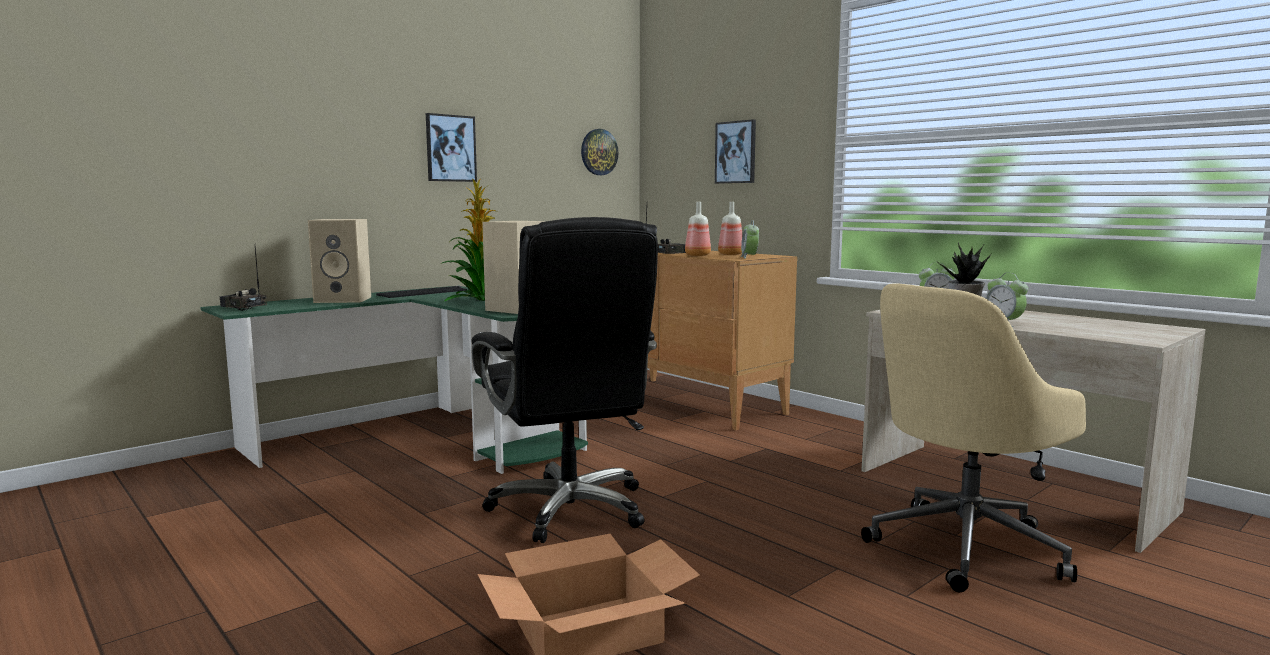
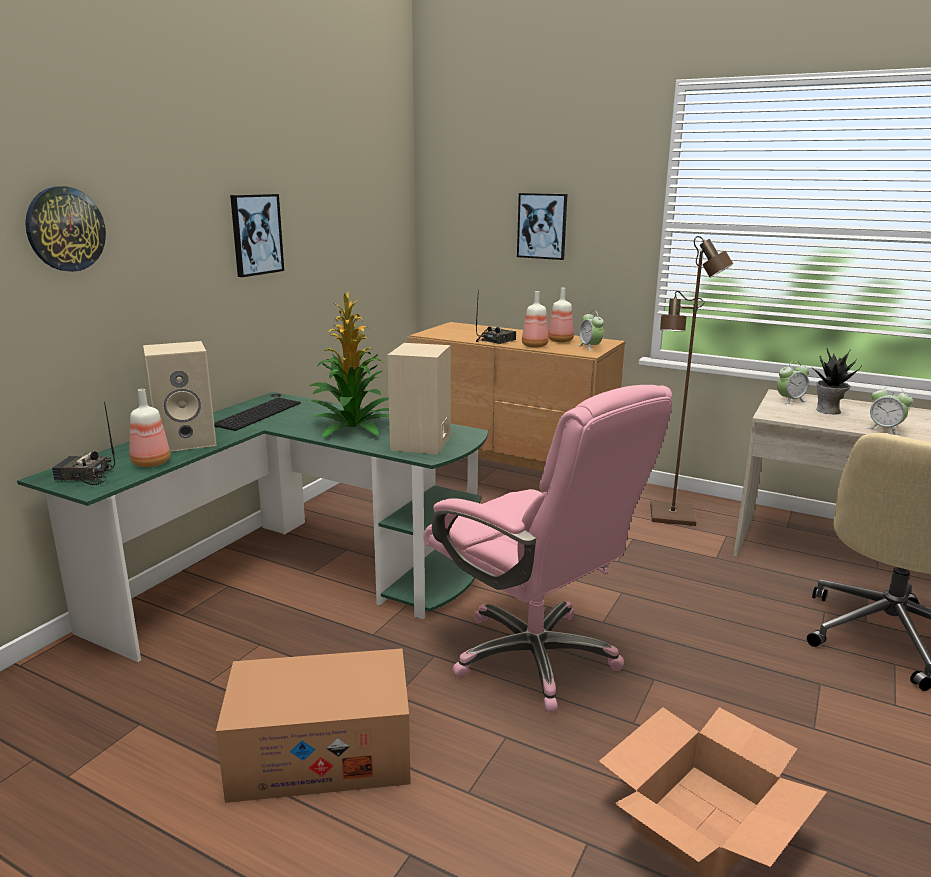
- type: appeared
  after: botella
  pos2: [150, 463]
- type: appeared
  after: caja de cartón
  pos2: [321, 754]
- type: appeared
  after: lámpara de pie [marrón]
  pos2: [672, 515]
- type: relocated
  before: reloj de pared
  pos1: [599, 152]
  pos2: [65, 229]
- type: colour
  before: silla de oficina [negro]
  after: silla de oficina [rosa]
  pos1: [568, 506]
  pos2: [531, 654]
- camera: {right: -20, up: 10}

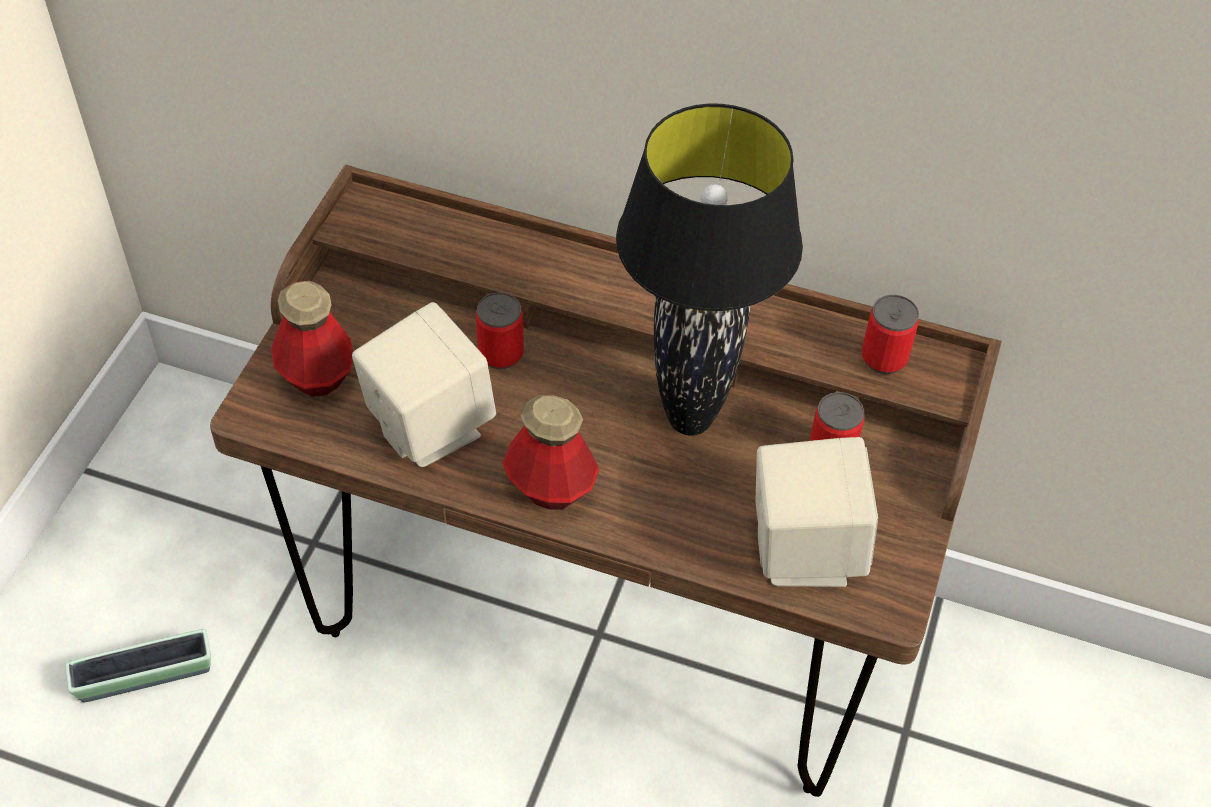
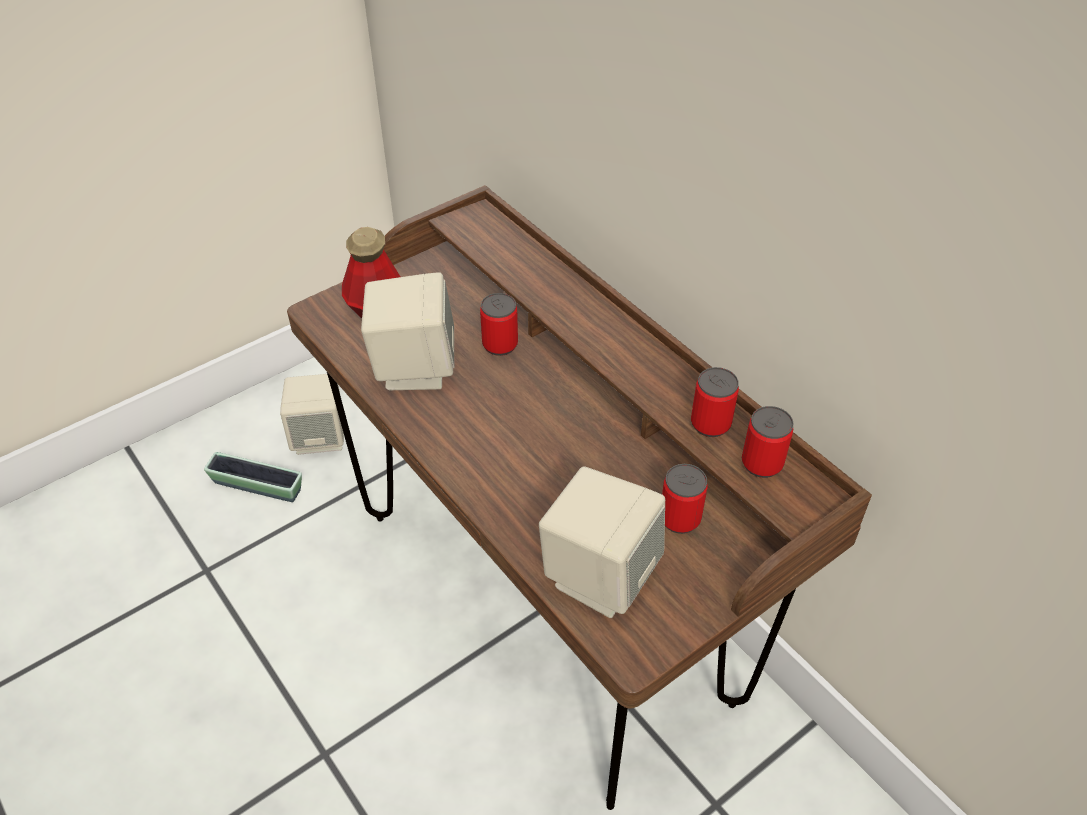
- type: missing
  before: botella
  pos1: [550, 487]
- type: missing
  before: lámpara de mesa [negro]
  pos1: [689, 421]
- type: appeared
  after: altavoz [beis]
  pos2: [320, 437]
- type: appeared
  after: lata
  pos2: [710, 423]
- camera: {right: 35, up: -5}

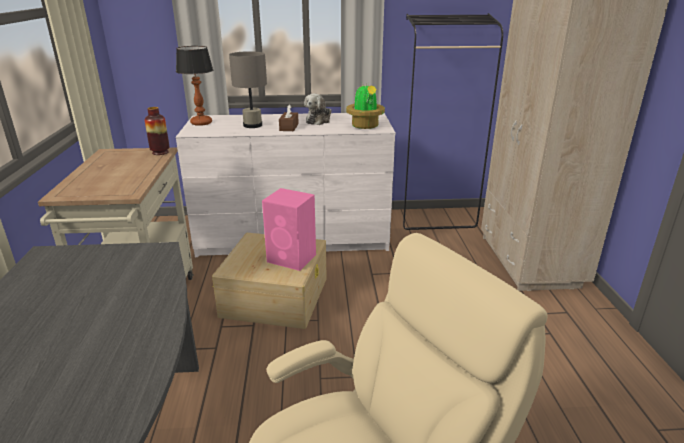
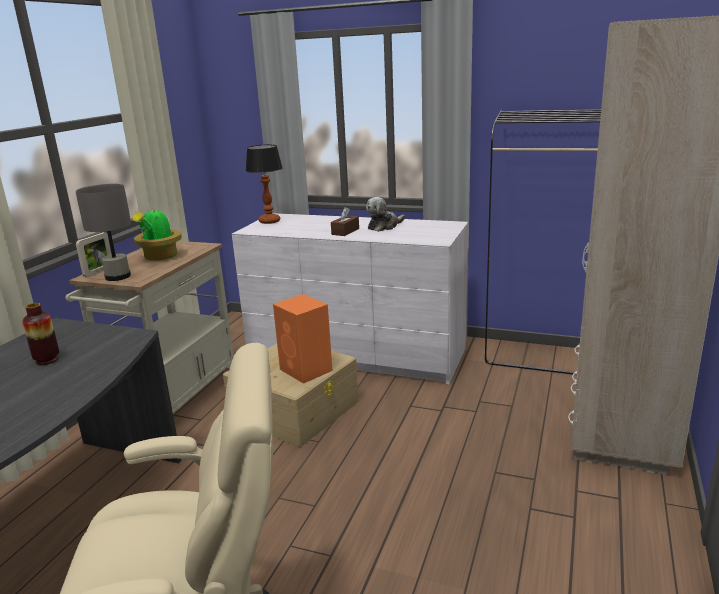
- type: appeared
  after: portarretratos
  pos2: [99, 272]
- type: relocated
  before: florero
  pos1: [160, 152]
  pos2: [47, 360]
- type: relocated
  before: lámpara de mesa [gris]
  pos1: [253, 125]
  pos2: [118, 277]
- type: relocated
  before: planta en maceta
  pos1: [365, 126]
  pos2: [160, 257]
- type: colour
  before: altavoz [rosa]
  after: altavoz [naranja]
  pos1: [292, 258]
  pos2: [306, 370]
- camera: {right: 25, up: -5}

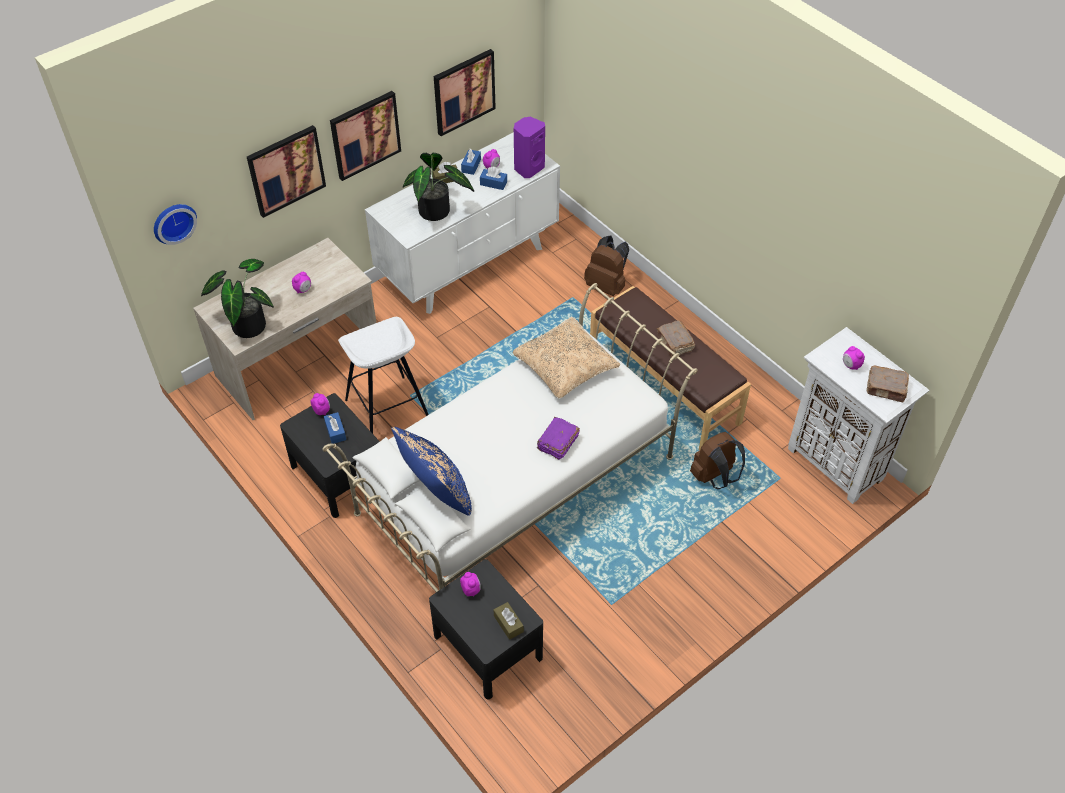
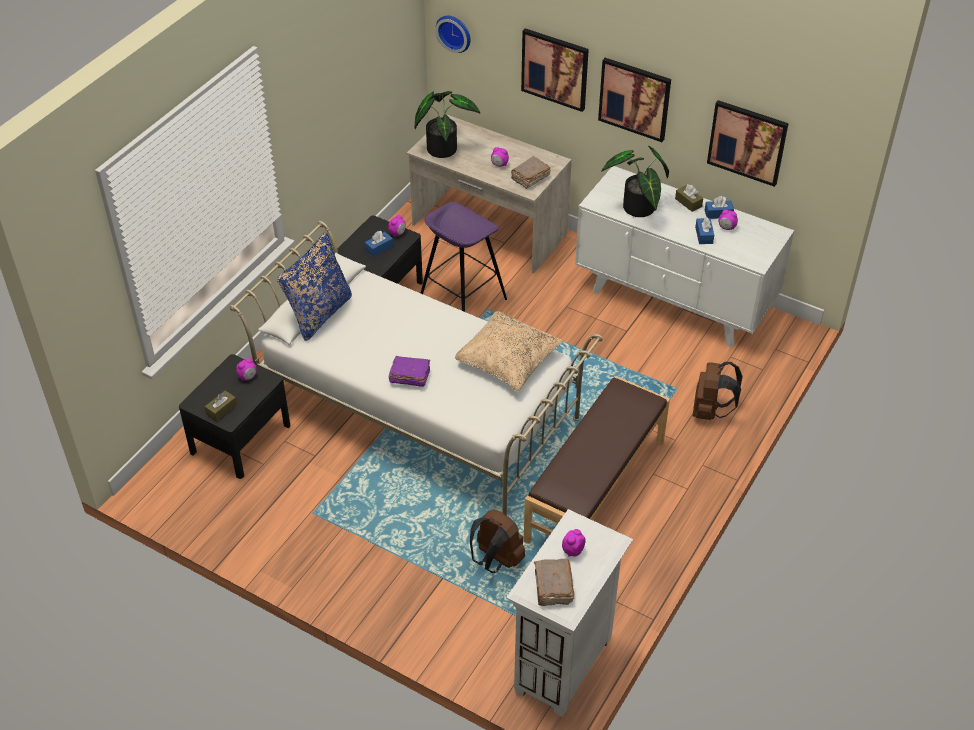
- type: missing
  before: altavoz [morado]
  pos1: [528, 168]
- type: relocated
  before: libro [marrón]
  pos1: [675, 343]
  pos2: [530, 178]
- type: colour
  before: taburete [blanco]
  after: taburete [morado]
  pos1: [387, 411]
  pos2: [462, 301]
- camera: {right: 70, up: -5}

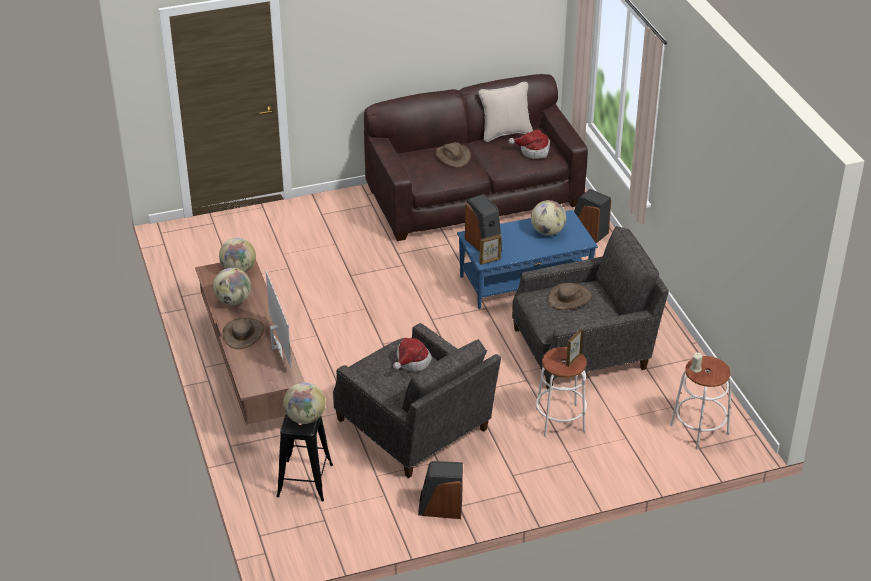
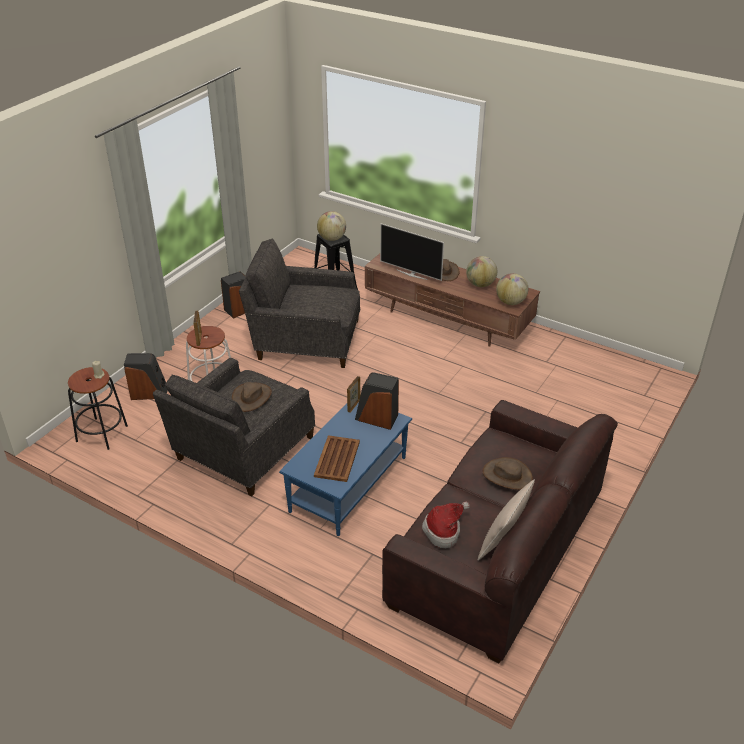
- type: missing
  before: sombrero
  pos1: [411, 362]
- type: relocated
  before: altavoz
  pos1: [588, 231]
  pos2: [149, 392]
- type: exchanged
  before: globo terráqueo
  after: bandeja [marrón]
  pos1: [547, 232]
  pos2: [337, 459]
- type: colour
  before: taburete [blanco]
  after: taburete [negro]
  pos1: [699, 429]
  pos2: [102, 433]
- camera: {right: 140, up: 0}

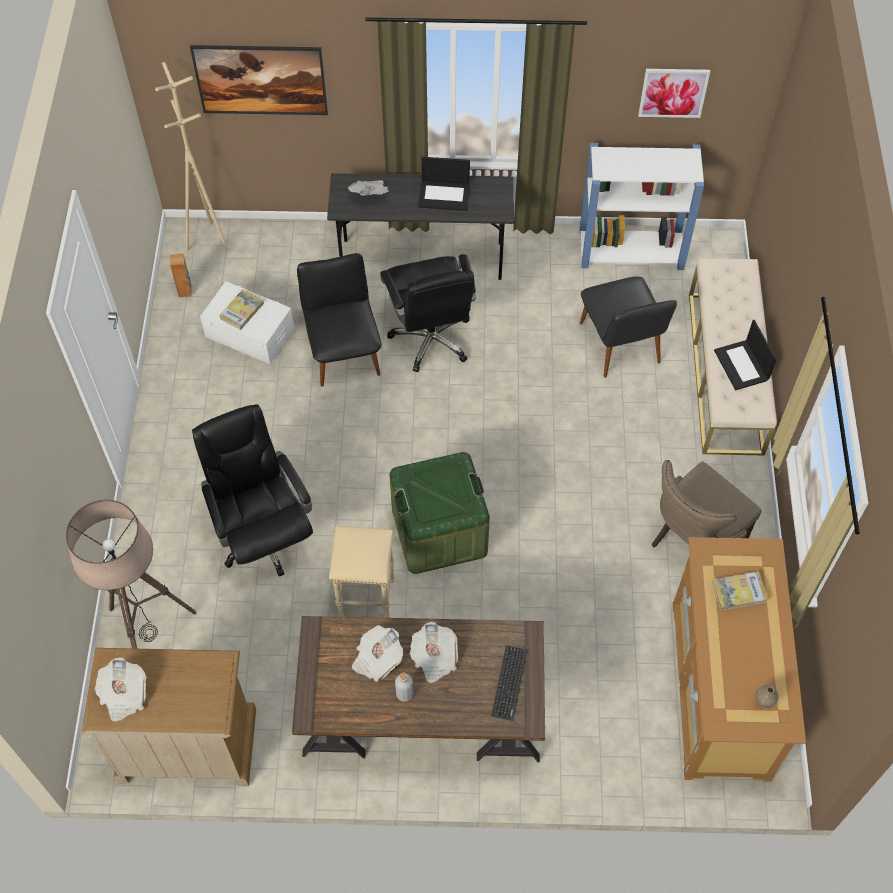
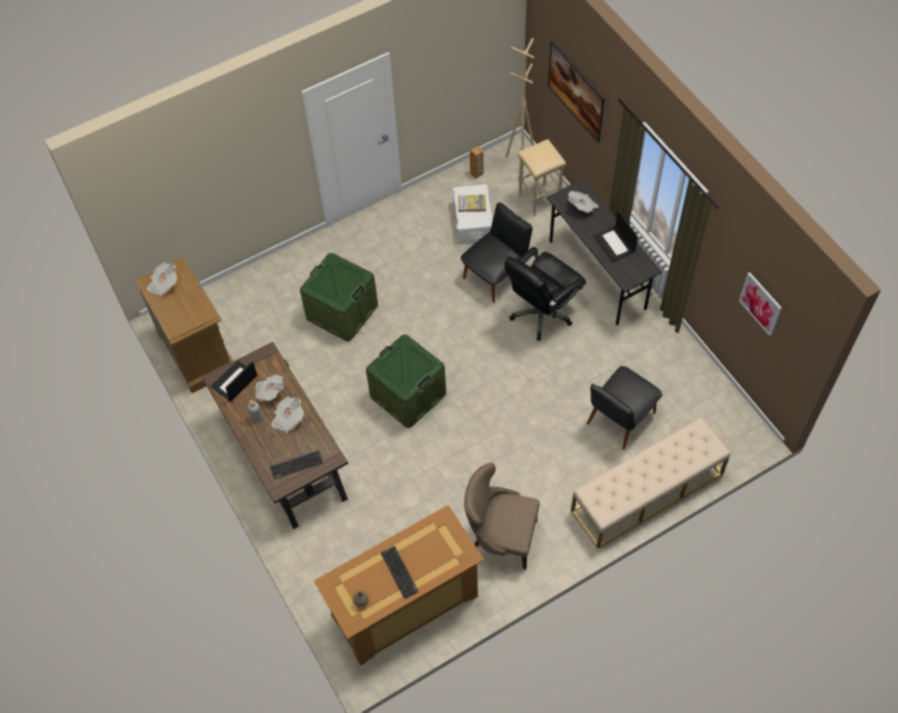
- type: missing
  before: lámpara de pie
  pos1: [149, 633]
- type: missing
  before: estantería [blanco]
  pos1: [632, 249]
- type: missing
  before: libro
  pos1: [739, 592]
- type: appeared
  after: teclado
  pos2: [399, 572]
- type: relocated
  before: taburete [beis]
  pos1: [368, 598]
  pos2: [540, 199]
- type: relocated
  before: portátil
  pos1: [742, 365]
  pos2: [234, 382]
- type: exchanged
  before: silla de oficina [negro]
  after: caja de almacenaje [verde]
  pos1: [264, 539]
  pos2: [342, 311]
- camera: {right: 60, up: 0}

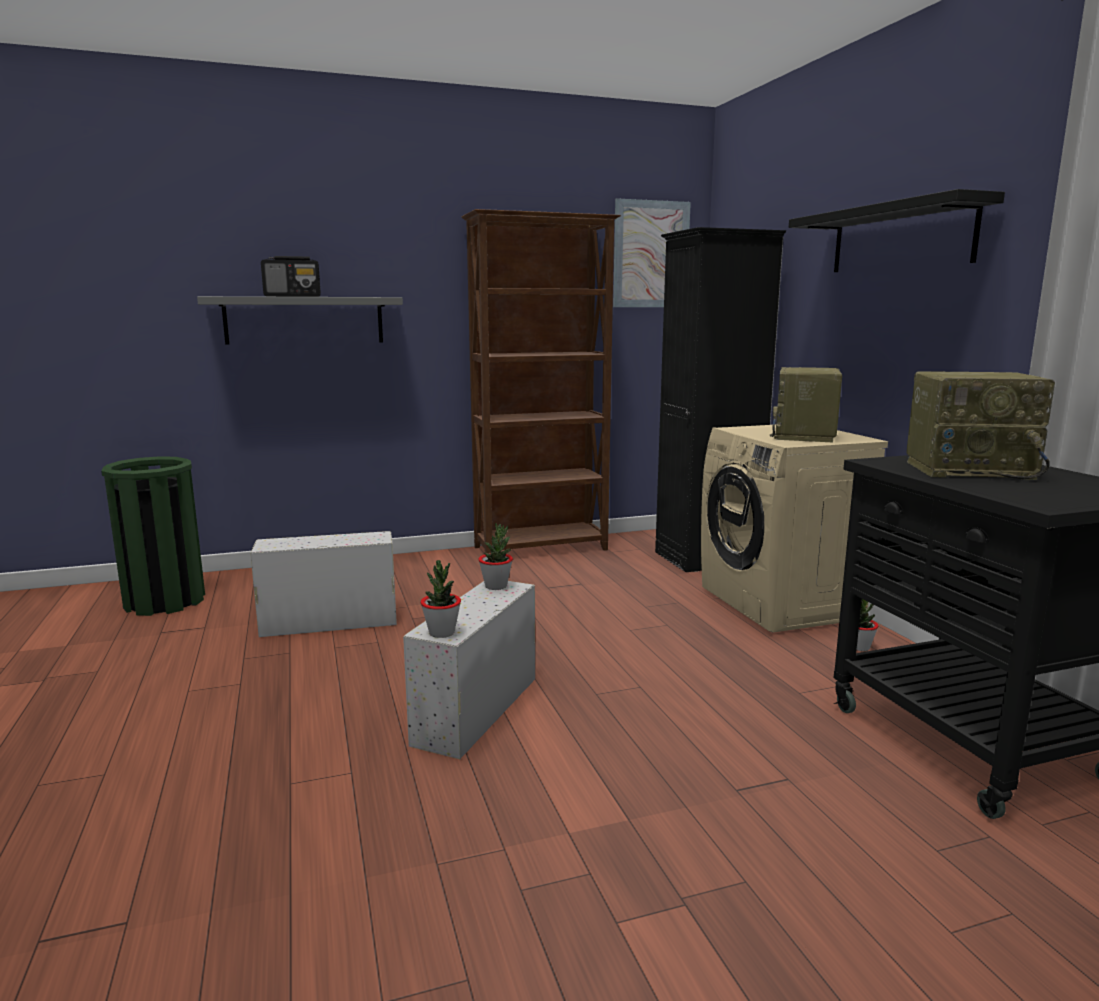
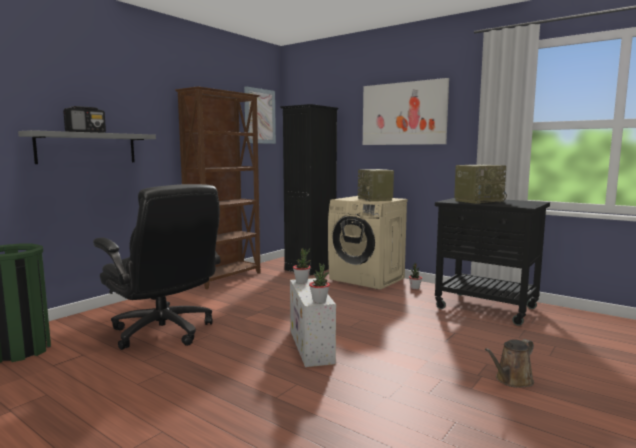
- type: appeared
  after: regadera [marrón]
  pos2: [512, 380]
- type: exchanged
  before: caja de almacenaje [blanco]
  after: silla de oficina [negro]
  pos1: [327, 623]
  pos2: [164, 333]
- type: exchanged
  before: estante [negro]
  after: cuadro
  pos1: [900, 238]
  pos2: [403, 114]
- camera: {right: -35, up: -5}

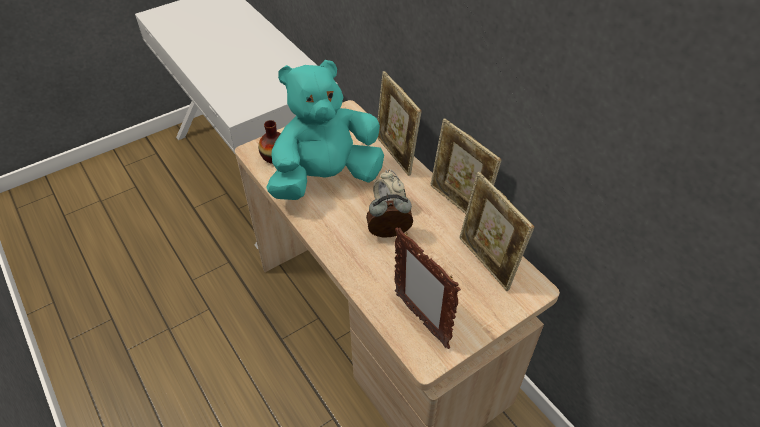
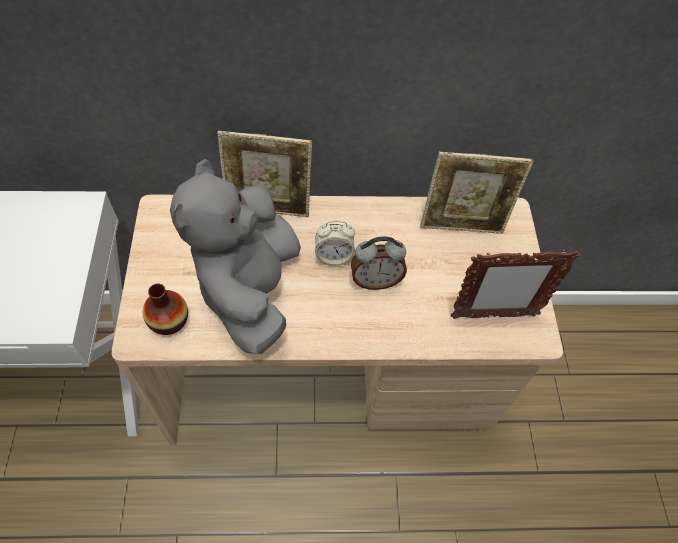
- type: missing
  before: portarretratos
  pos1: [458, 204]
- type: colour
  before: peluche [turquesa]
  after: peluche [gris]
  pos1: [326, 178]
  pos2: [250, 289]
- type: spun
  before: despertador
  pos1: [389, 235]
  pos2: [375, 280]
  turn: -120
- camera: {right: -60, up: 10}

